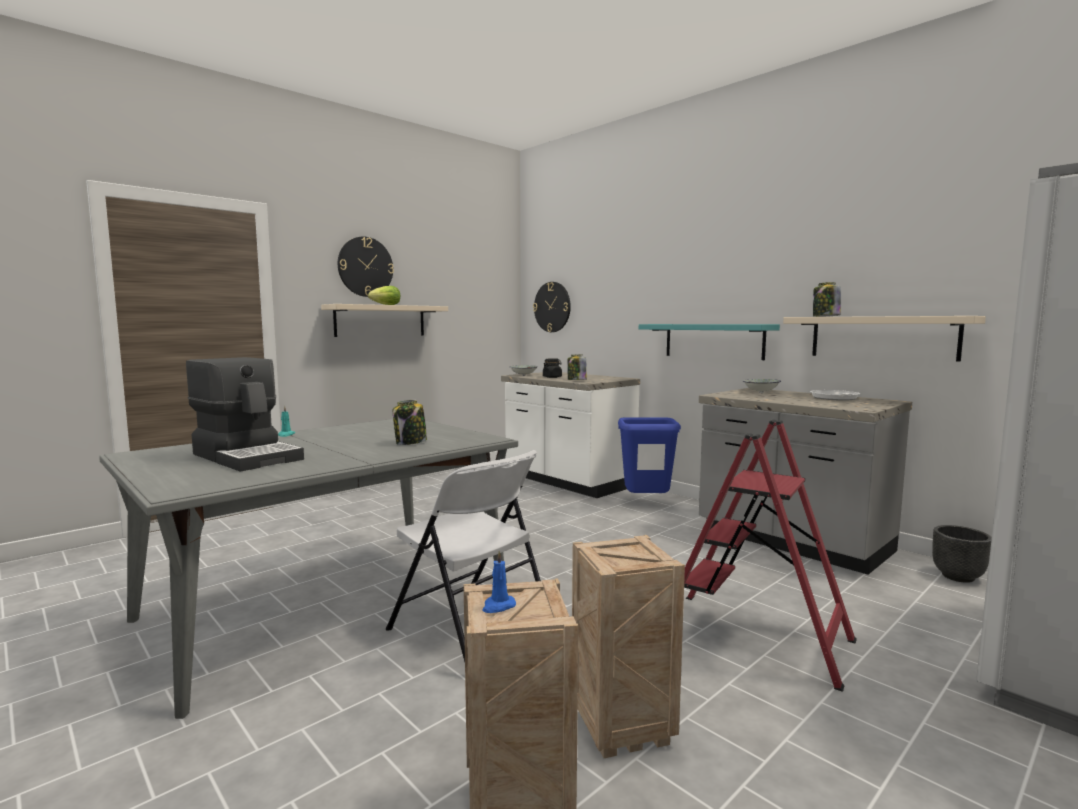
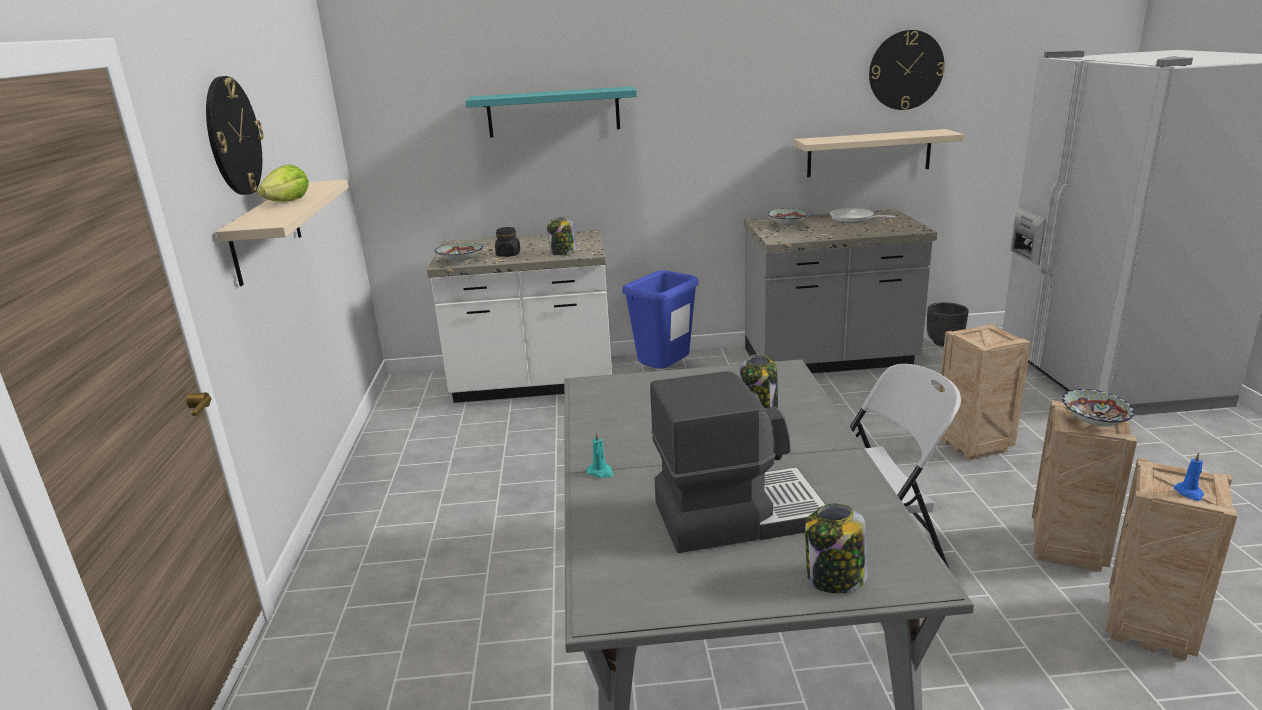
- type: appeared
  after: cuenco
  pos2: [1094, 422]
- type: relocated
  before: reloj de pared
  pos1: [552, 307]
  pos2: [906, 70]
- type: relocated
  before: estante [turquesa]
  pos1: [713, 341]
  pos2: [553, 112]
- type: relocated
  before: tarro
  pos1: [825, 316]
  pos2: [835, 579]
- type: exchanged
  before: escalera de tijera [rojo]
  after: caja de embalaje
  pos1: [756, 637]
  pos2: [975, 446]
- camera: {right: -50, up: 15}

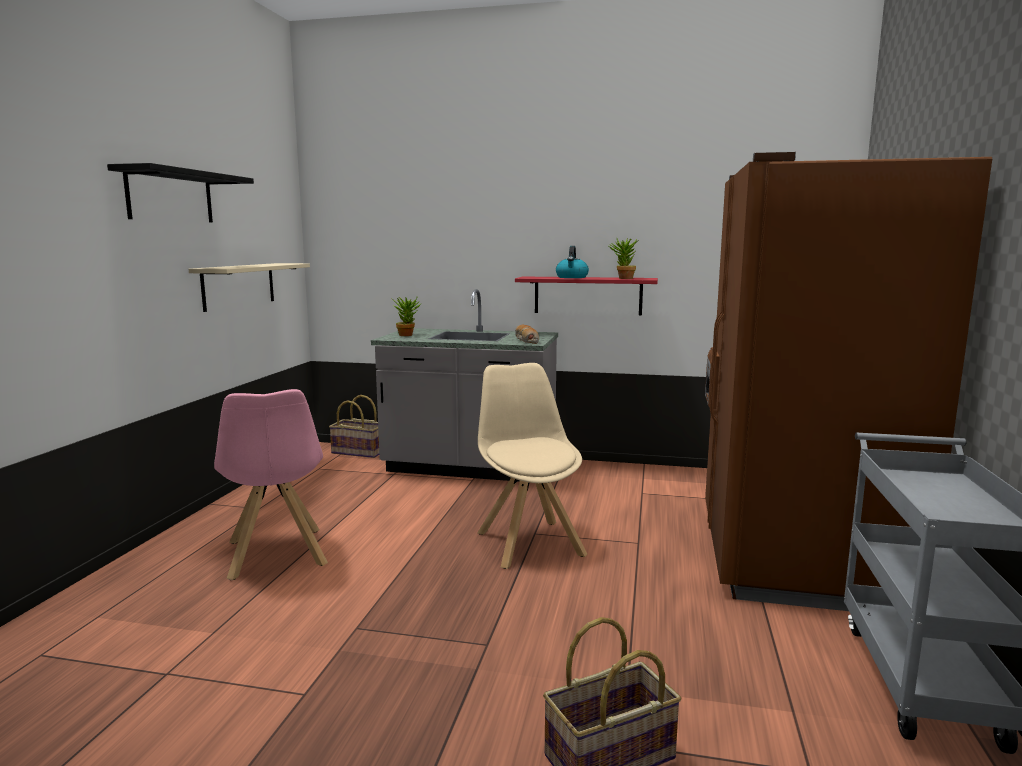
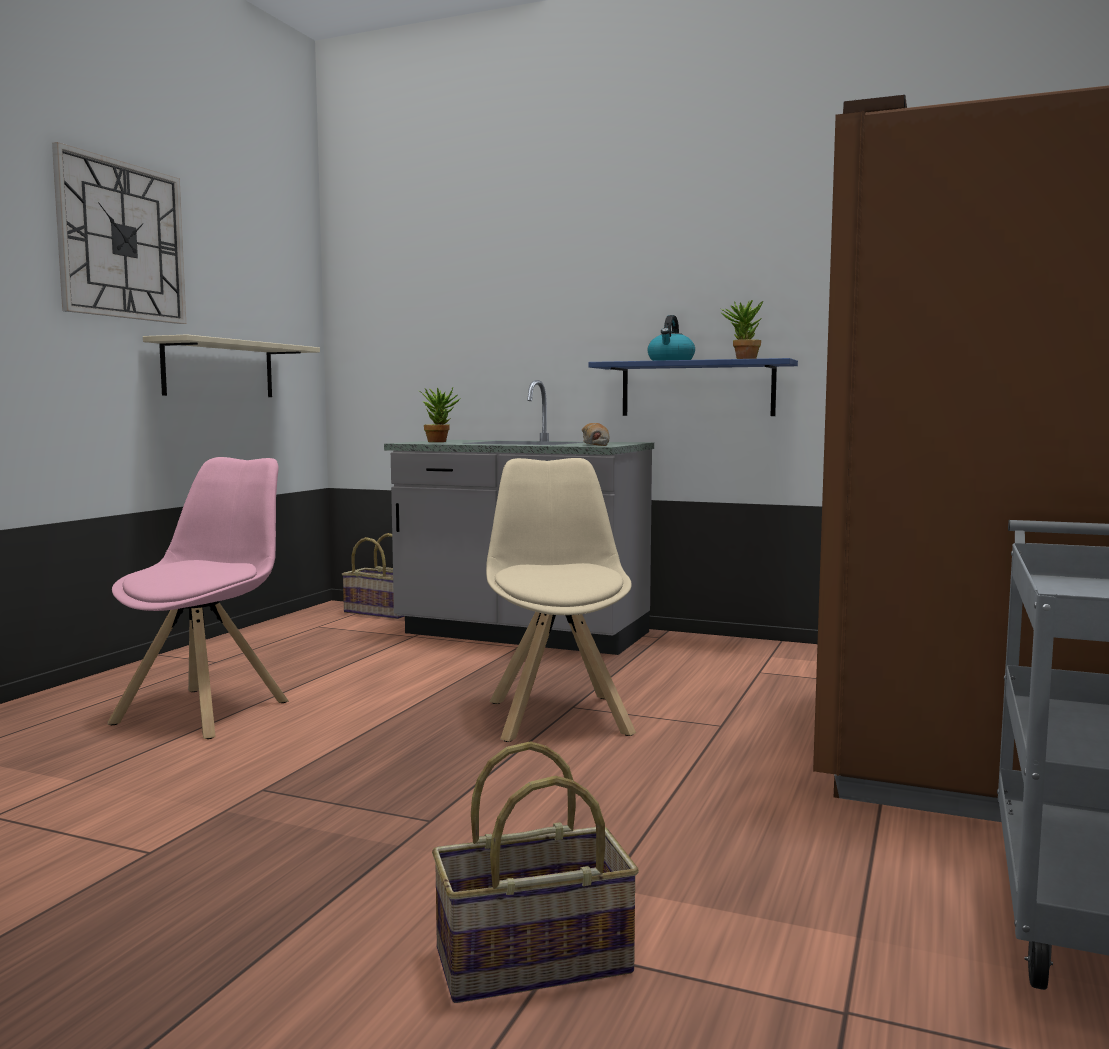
- type: exchanged
  before: estante [negro]
  after: reloj de pared
  pos1: [170, 196]
  pos2: [122, 240]
- type: colour
  before: estante [rojo]
  after: estante [azul]
  pos1: [588, 295]
  pos2: [697, 389]
- type: spun
  before: silla [rosa]
  pos1: [277, 556]
  pos2: [207, 710]
  turn: -150
- camera: {right: 10, up: -5}

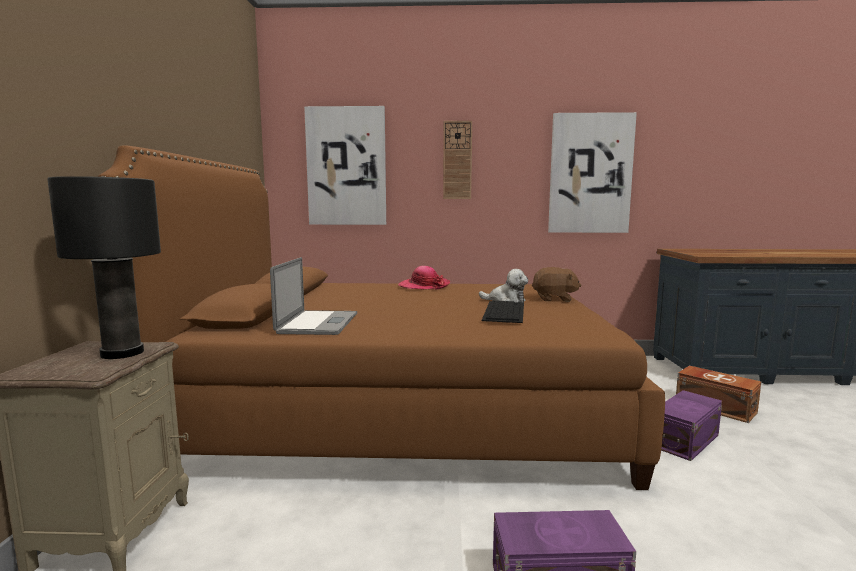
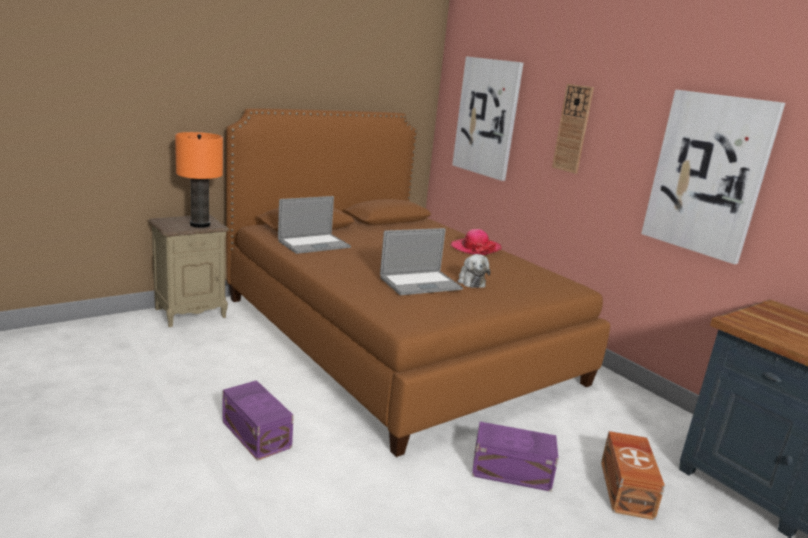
- type: missing
  before: peluche [marrón]
  pos1: [554, 299]
- type: exchanged
  before: teclado
  after: portátil
  pos1: [504, 311]
  pos2: [420, 283]
- type: colour
  before: lámpara de mesa [negro]
  after: lámpara de mesa [naranja]
  pos1: [122, 353]
  pos2: [199, 225]
- camera: {right: 50, up: 10}

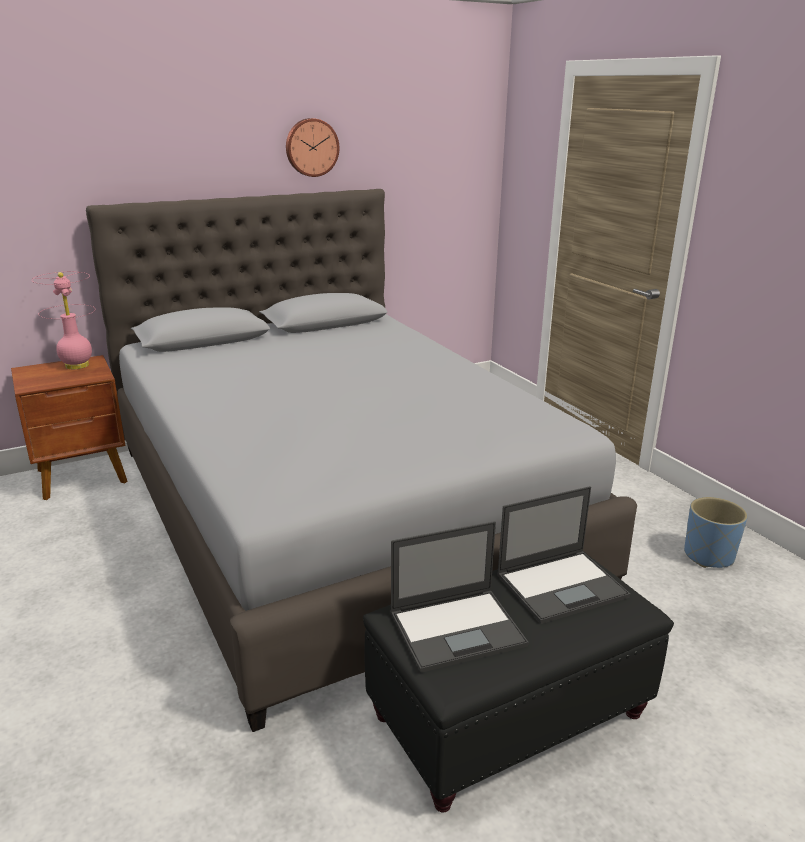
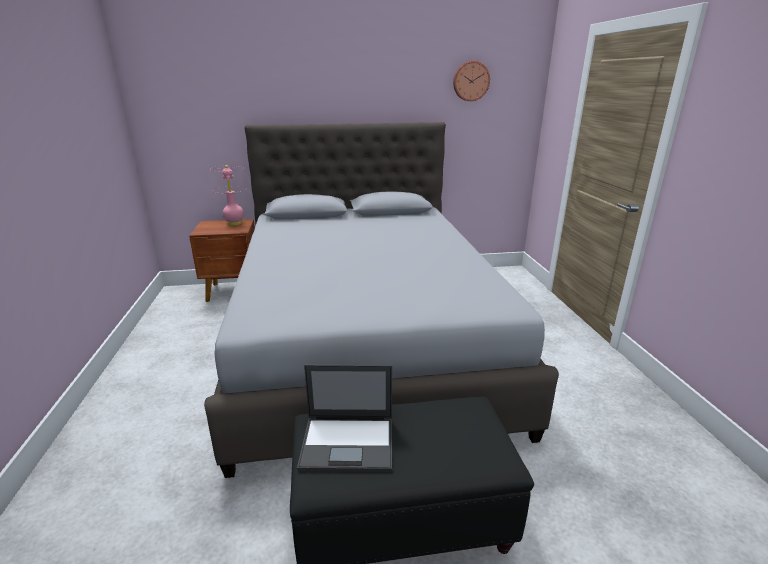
- type: missing
  before: portátil
  pos1: [562, 585]
- type: missing
  before: maceta [azul]
  pos1: [708, 556]
- type: relocated
  before: reloj de pared
  pos1: [311, 147]
  pos2: [470, 81]
- camera: {right: 20, up: 0}

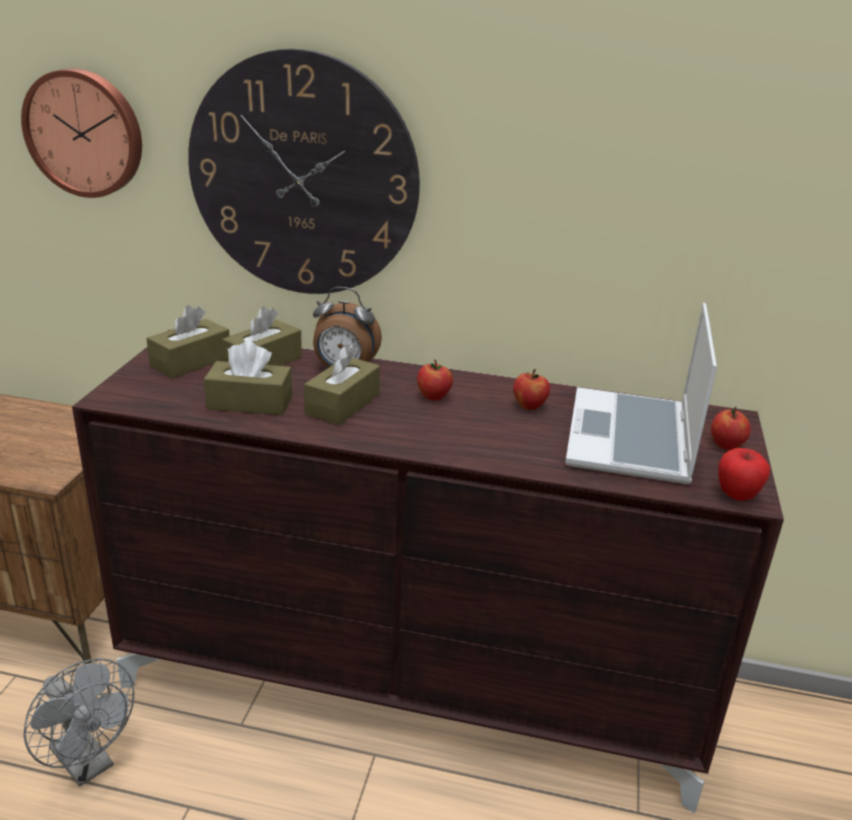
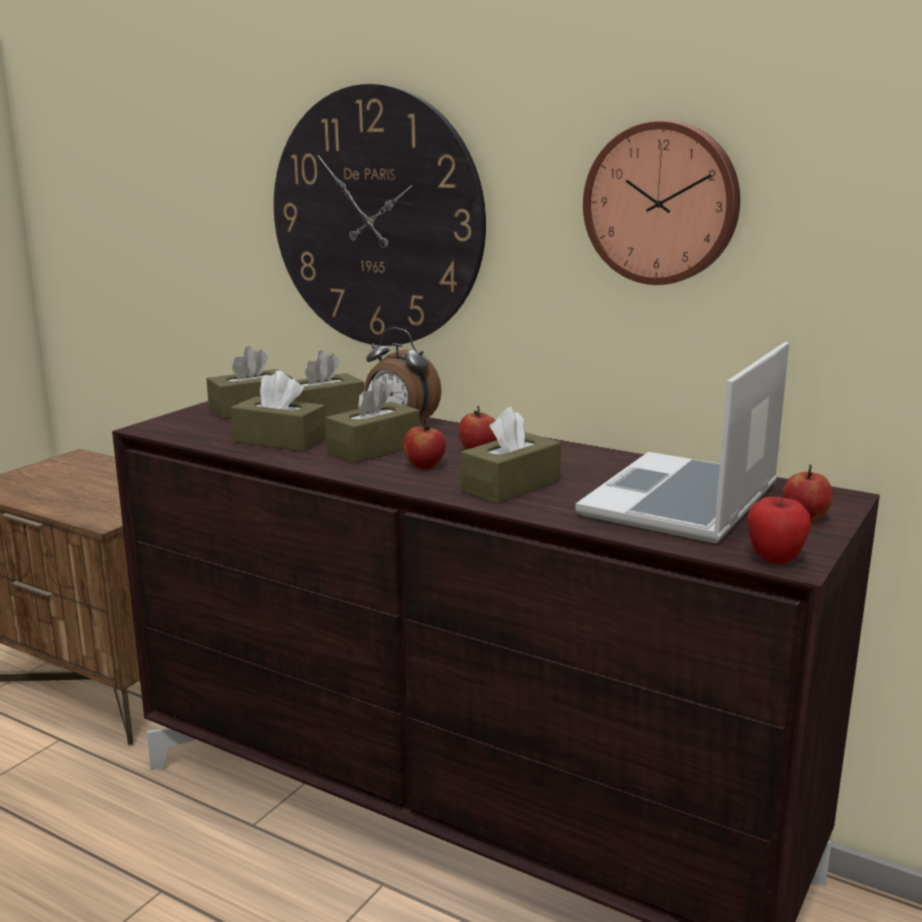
- type: missing
  before: ventilador [gris]
  pos1: [88, 764]
- type: appeared
  after: caja de pañuelos [marrón]
  pos2: [510, 486]
- type: relocated
  before: reloj de pared
  pos1: [86, 133]
  pos2: [662, 203]
- type: relocated
  before: manzana
  pos1: [529, 406]
  pos2: [424, 466]
- camera: {right: 20, up: -10}

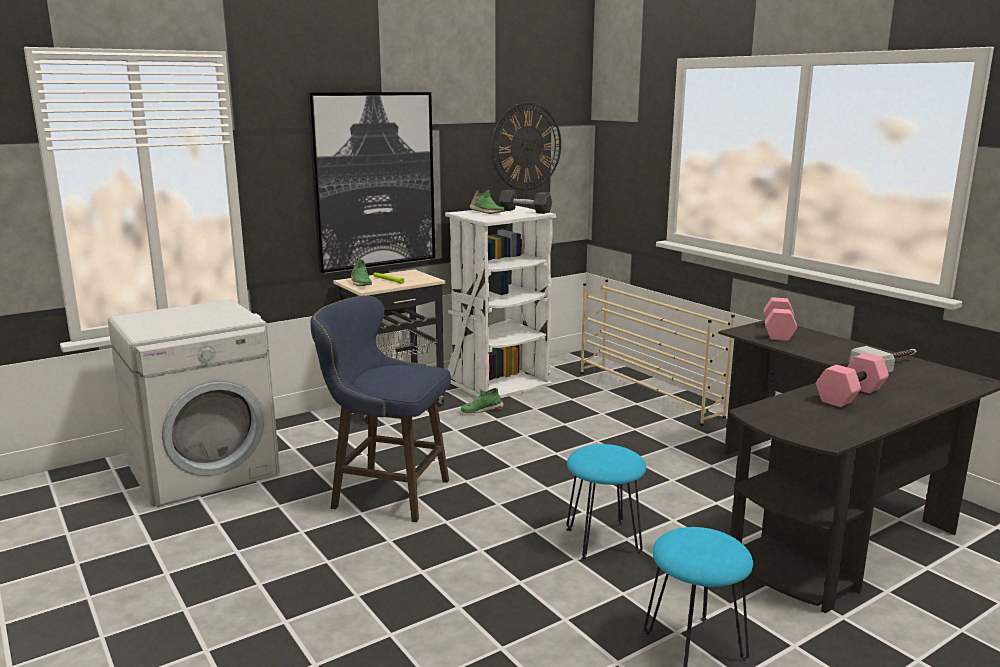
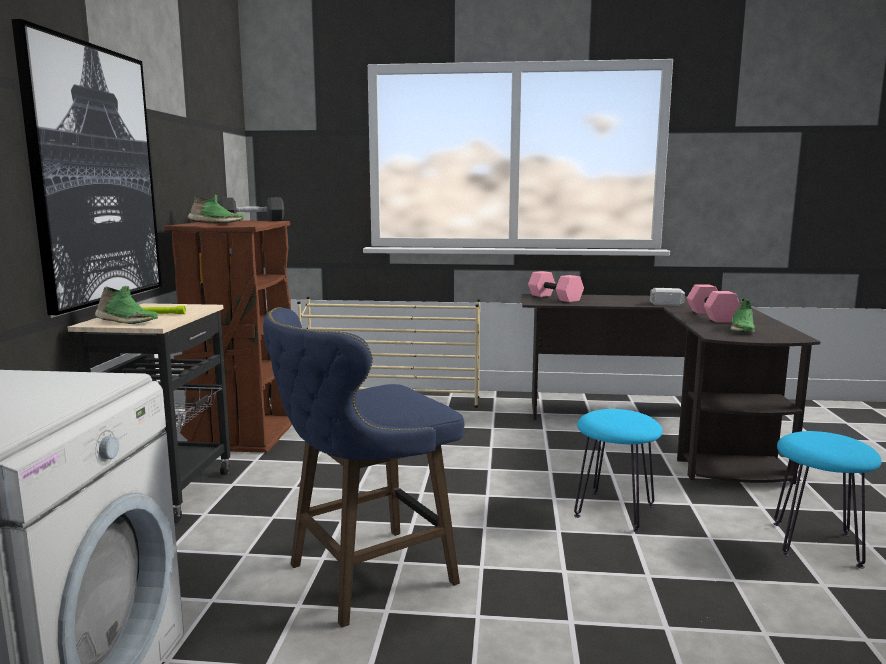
- type: missing
  before: reloj de pared
  pos1: [527, 146]
- type: relocated
  before: zapato [verde]
  pos1: [481, 410]
  pos2: [741, 330]
- type: colour
  before: estantería [blanco]
  after: estantería [marrón]
  pos1: [500, 383]
  pos2: [244, 432]
- camera: {right: -50, up: -5}

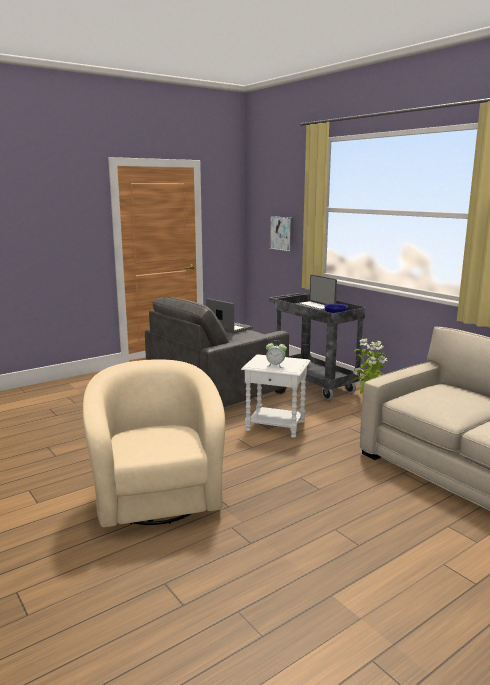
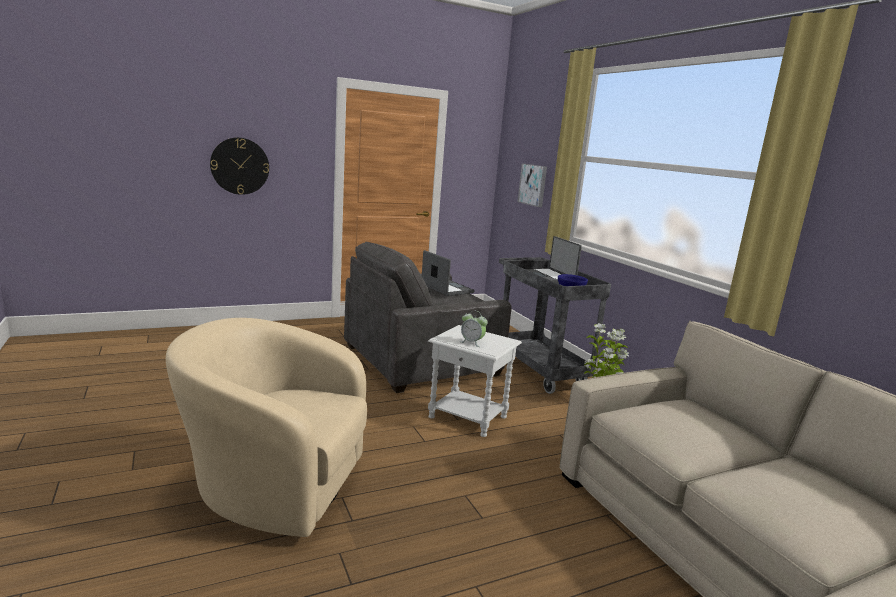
- type: appeared
  after: reloj de pared
  pos2: [240, 166]
- type: spun
  before: sillón [beis]
  pos1: [157, 496]
  pos2: [273, 487]
  turn: -75
- camera: {right: 10, up: 0}

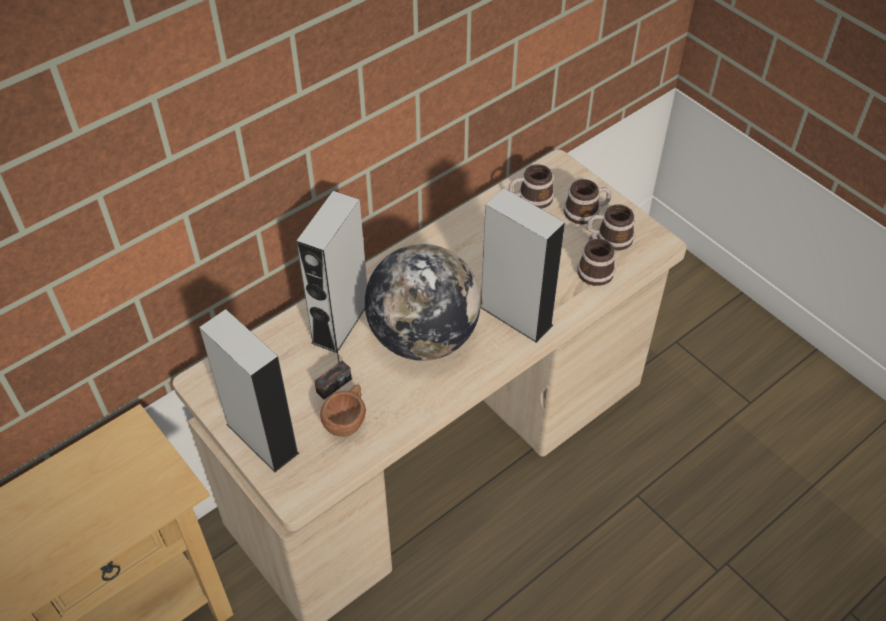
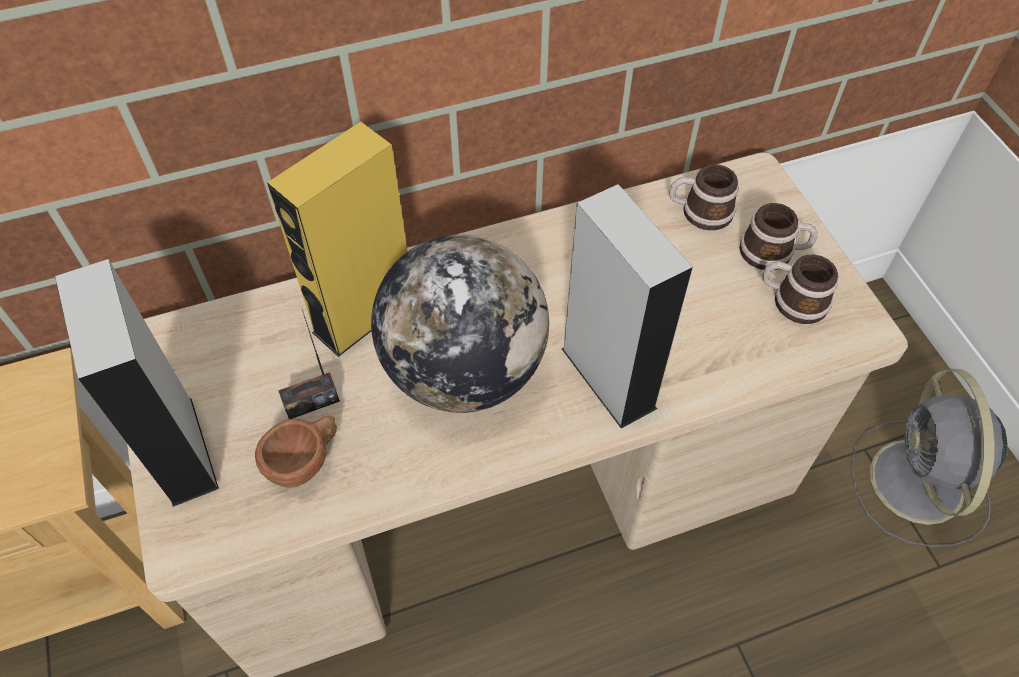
- type: missing
  before: taza grande
  pos1: [594, 268]
- type: appeared
  after: ventilador [gris]
  pos2: [917, 485]
- type: colour
  before: altavoz [gris]
  after: altavoz [amarillo]
  pos1: [340, 322]
  pos2: [364, 314]
- camera: {right: 20, up: 5}

